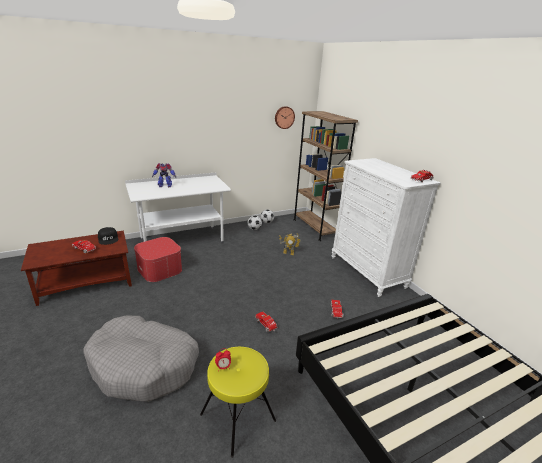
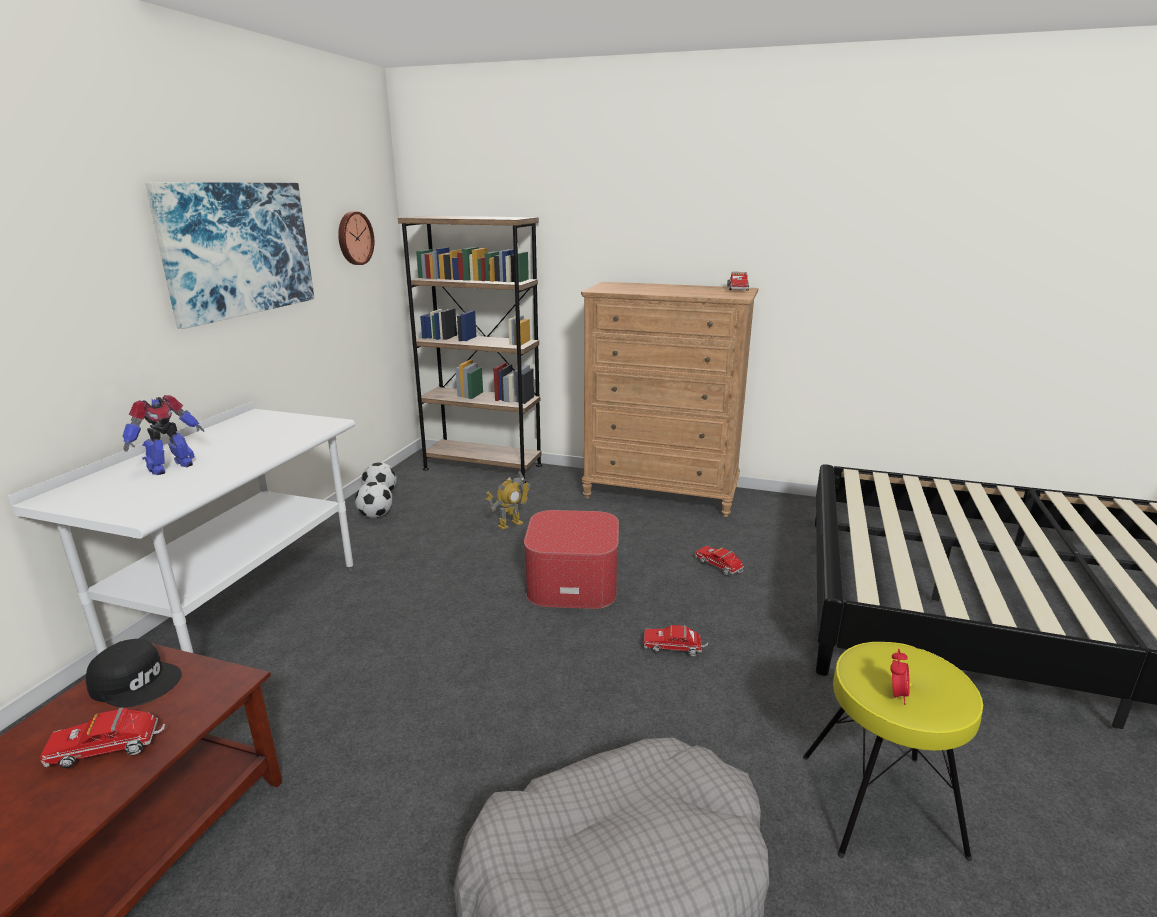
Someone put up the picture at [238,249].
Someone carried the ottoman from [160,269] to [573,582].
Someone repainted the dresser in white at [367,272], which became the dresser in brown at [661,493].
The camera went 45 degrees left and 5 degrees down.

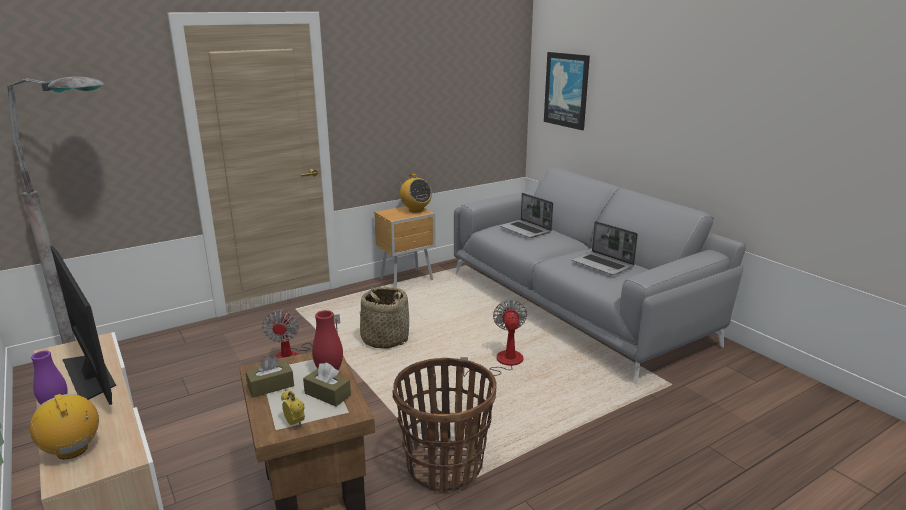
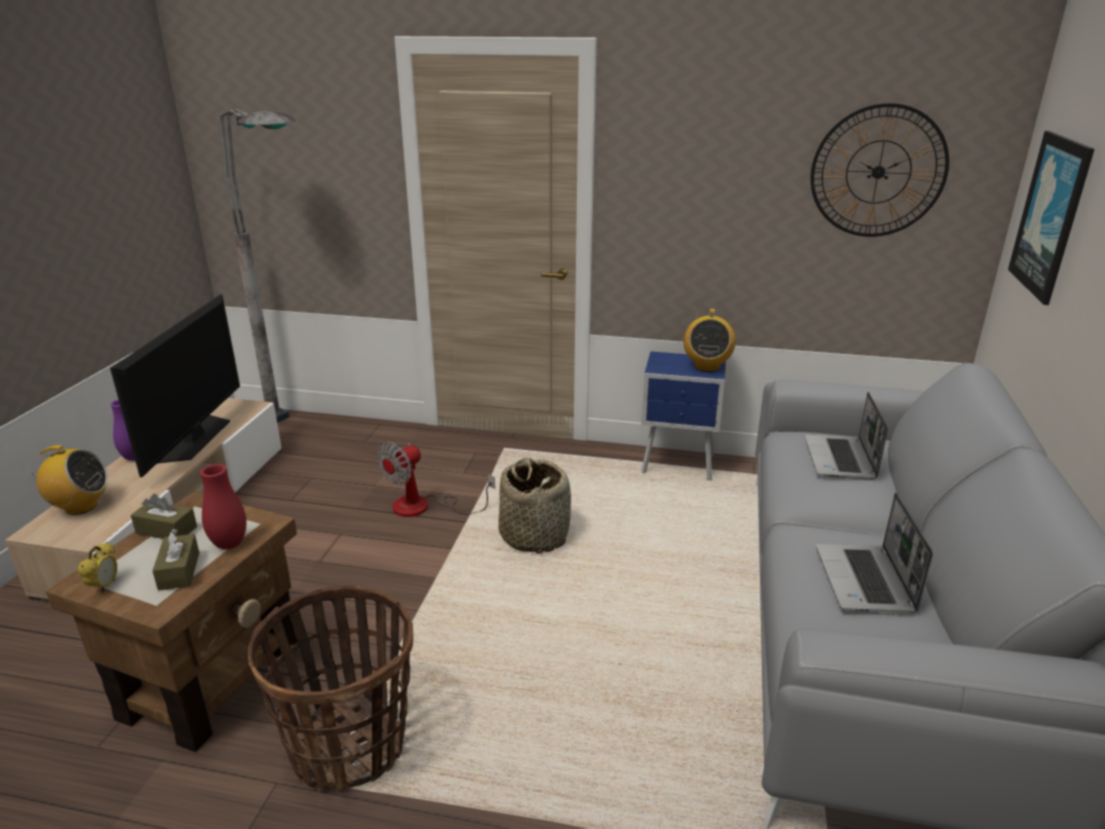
Someone took away the fan at [502,362].
Someone put up the wall clock at [878,172].
Someone repainted the nightstand in brown at [408,279], which became the nightstand in blue at [679,466].
Someone rotated the radio at [72,450] by 90 degrees clockwise.
The camera went 45 degrees right and 5 degrees up.

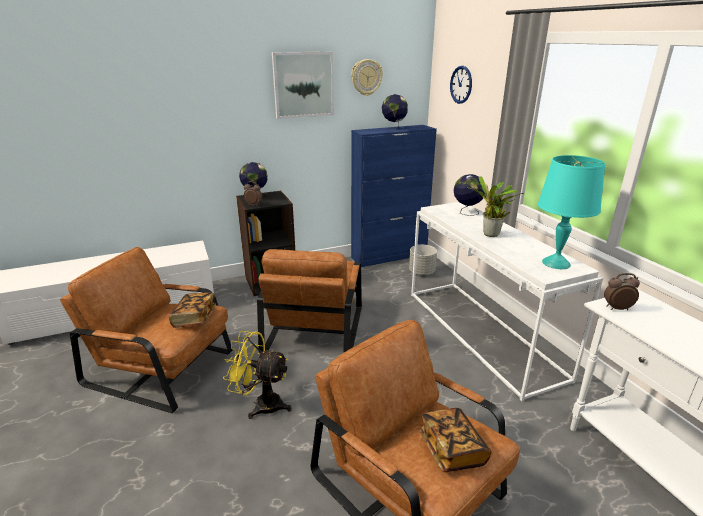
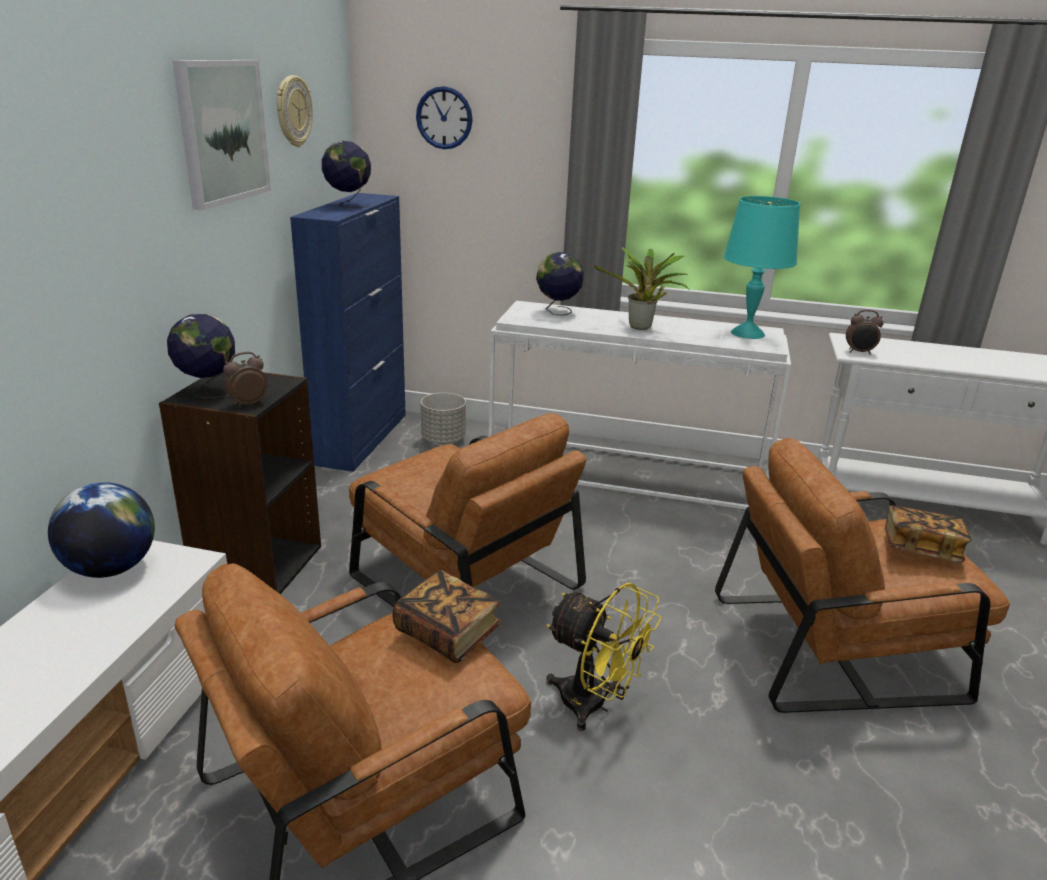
Someone put down the globe at [111,568].
Someone rotated the fan in yellow at [261,404] by 105 degrees counterclockwise.
Someone rotated the alarm clock at [616,308] by 120 degrees counterclockwise.
The camera went 55 degrees left and 0 degrees up.

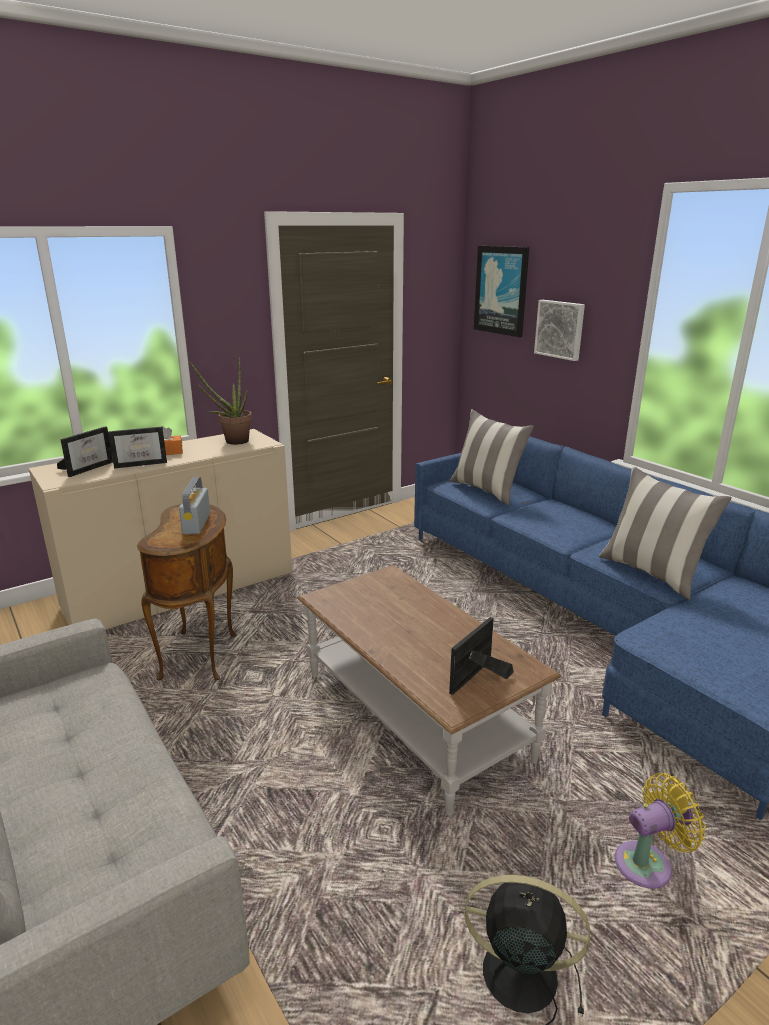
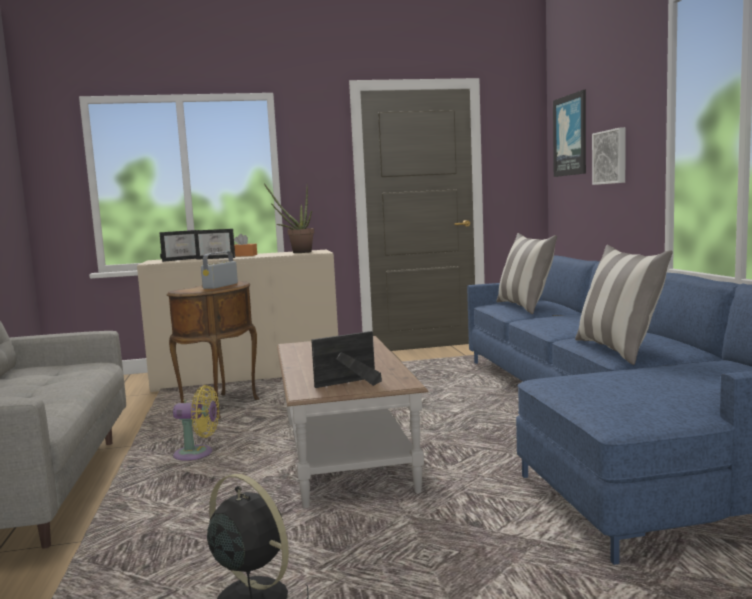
Someone carried the fan in yellow from [648,863] to [197,454].
The camera went 25 degrees right and 15 degrees down.

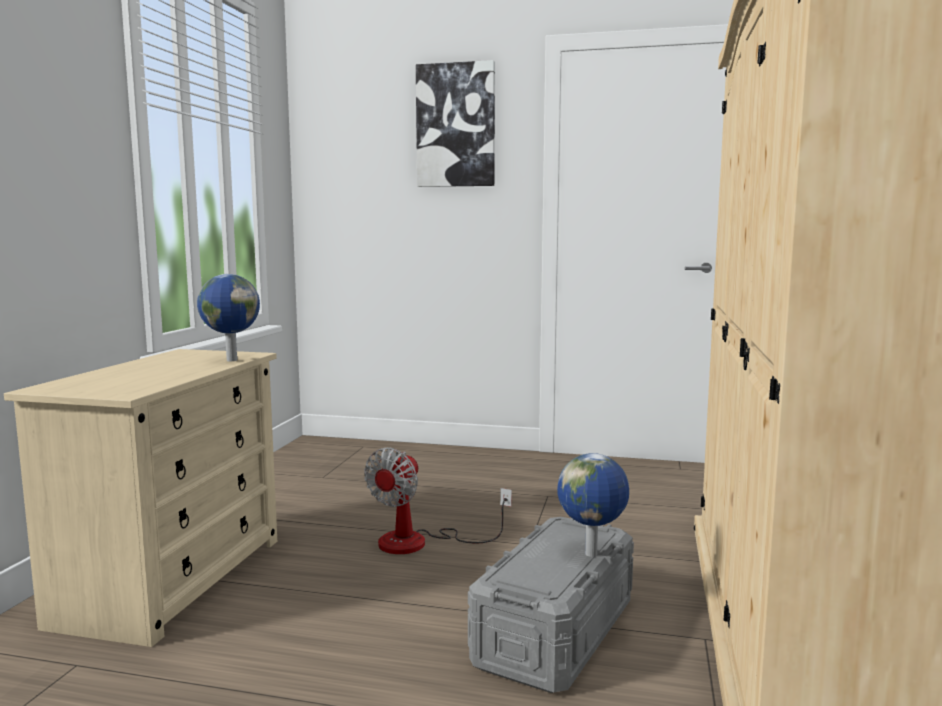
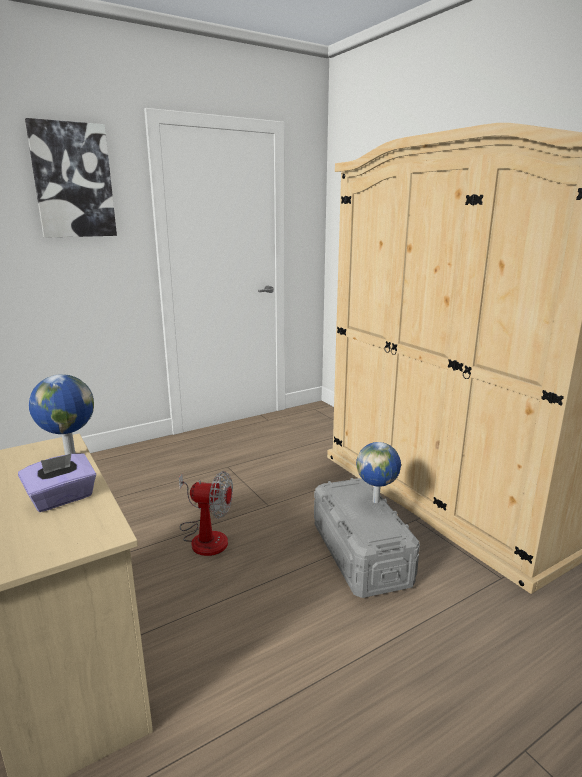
Someone put down the tissue box in purple at [62,498].
Someone rotated the fan at [420,542] by 60 degrees counterclockwise.
The camera went 45 degrees left and 10 degrees up.

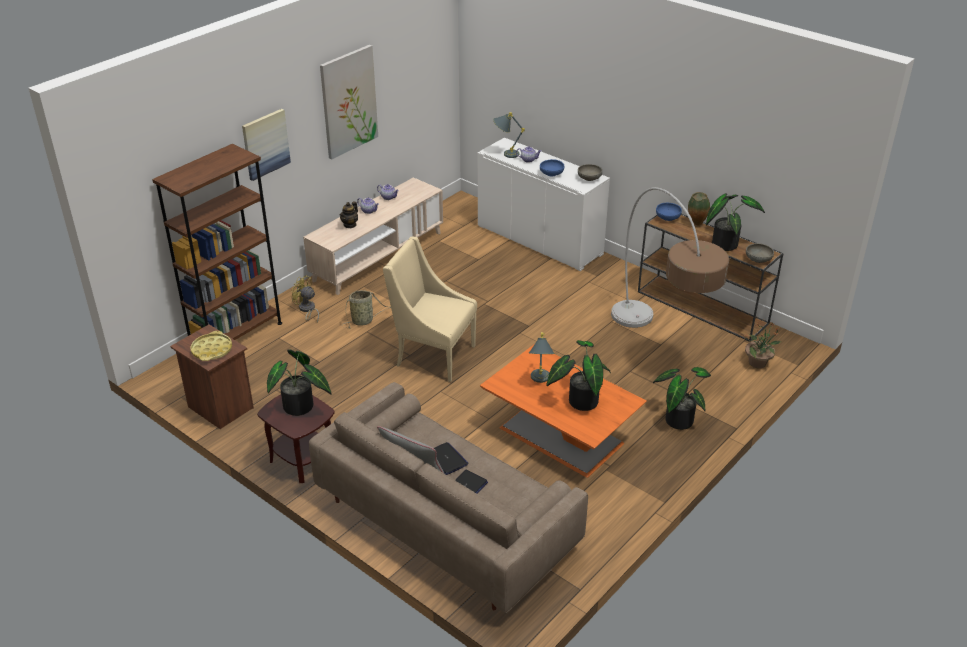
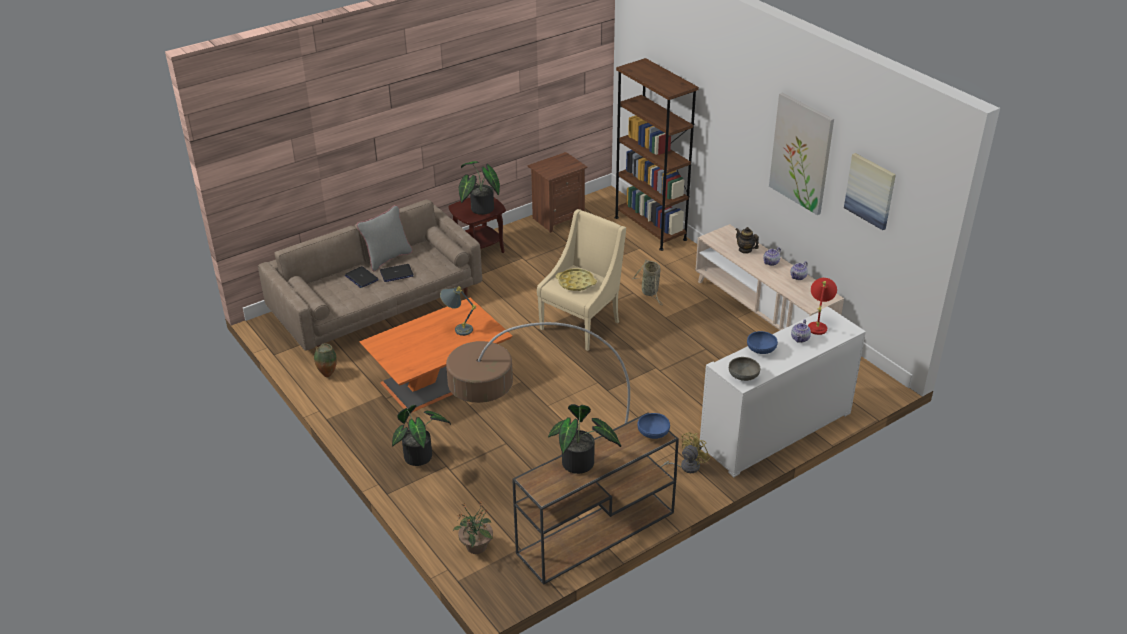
Someone took away the potted plant at [579,401].
Someone took away the bowl in grey at [758,259].
Someone carried the tray in yellow from [212,350] to [576,283].
Someone carried the picture from [265,144] to [870,191].
Someone carried the fan in yellow from [307,310] to [685,466].
Someone carried the vase from [696,224] to [327,374].
Someone repainted the table lamp in grey at [505,154], which became the table lamp in red at [818,324].
The camera went 105 degrees right and 0 degrees up.

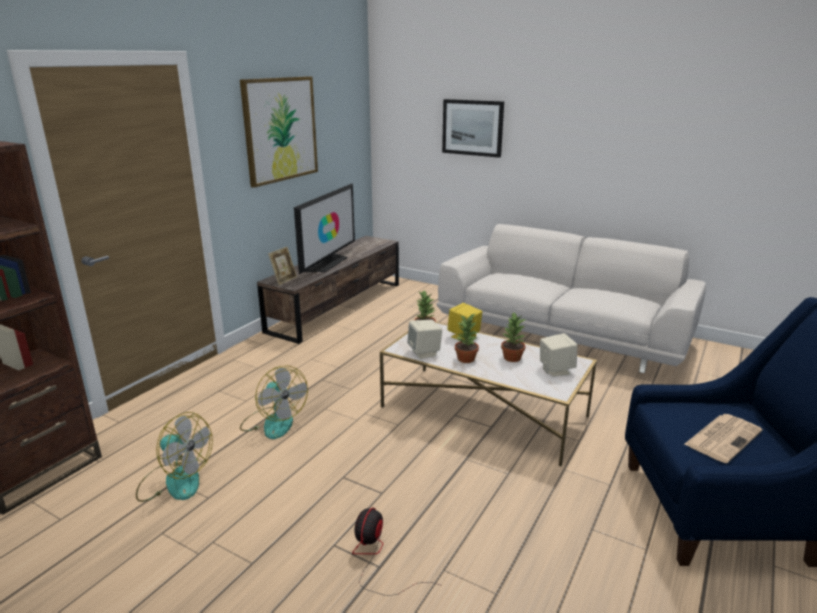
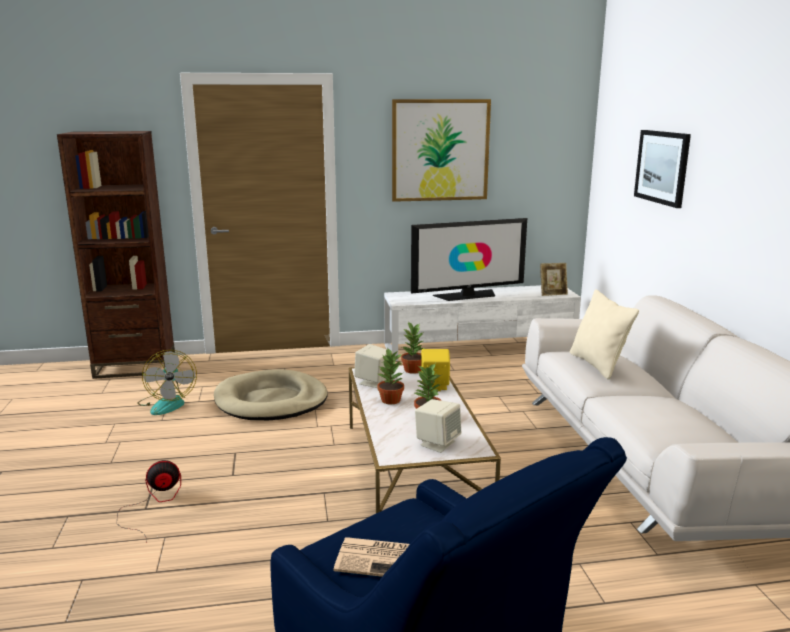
Someone put down the pillow in beige at [598,365].
Someone carried the picture frame from [284,280] to [553,294].
Someone swapped the fan at [273,422] for the dog bed in beige at [271,401].
Someone repainted the tv stand in brown at [337,306], which became the tv stand in white at [480,347].
The camera went 50 degrees right and 5 degrees down.

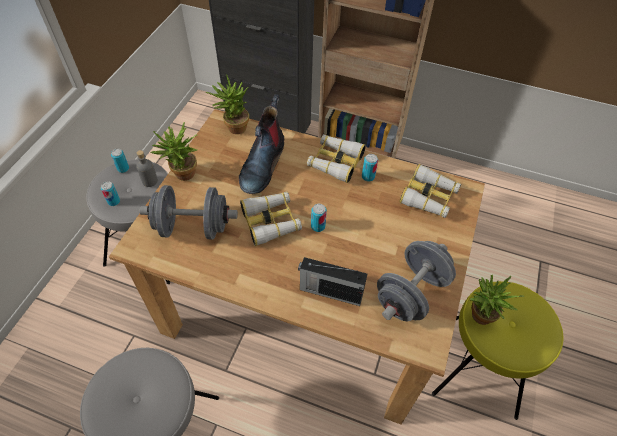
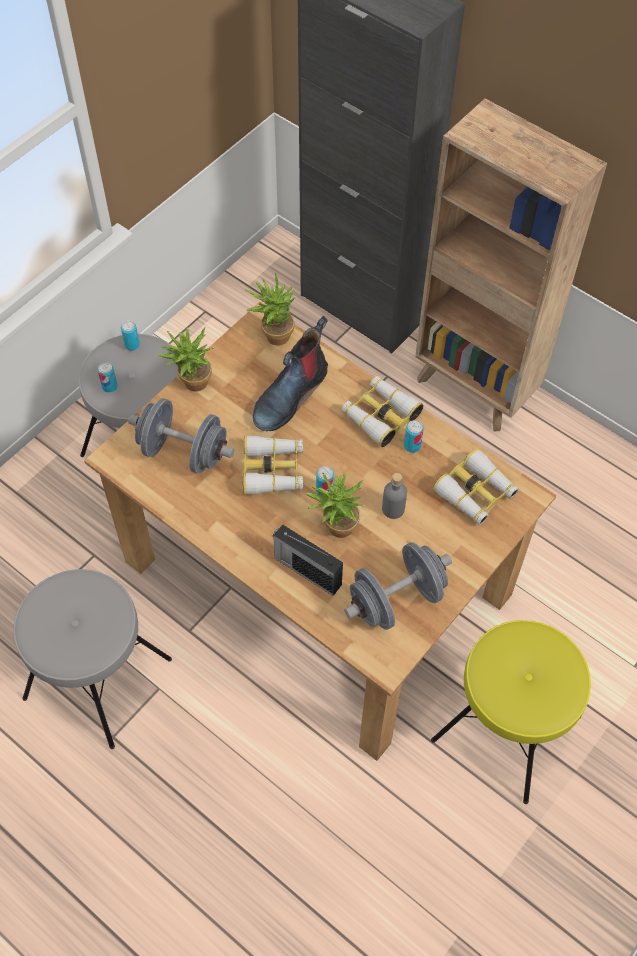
Someone carried the bottle in grey from [150,181] to [393,509].
Someone carried the potted plant from [479,318] to [335,528].
The camera went 20 degrees right and 5 degrees up.

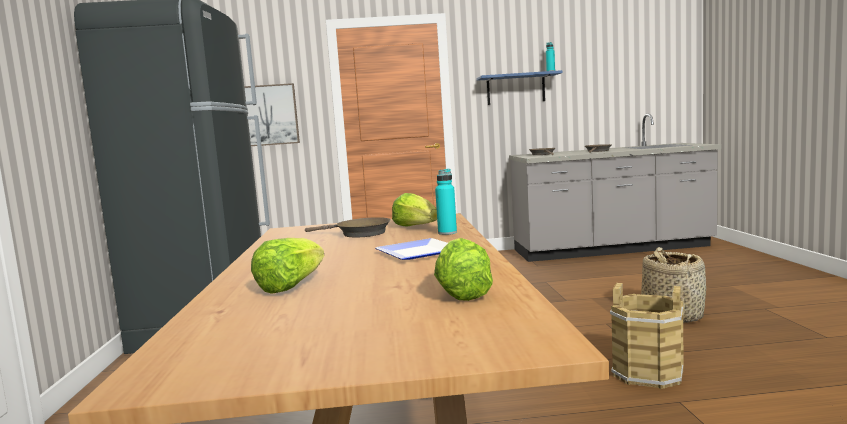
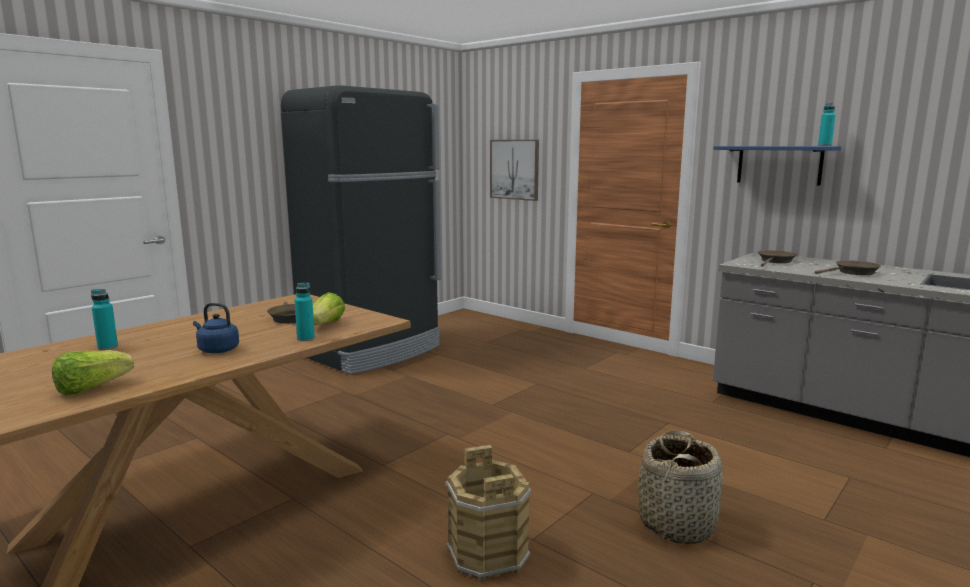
Someone swapped the lettuce at [290,286] for the bottle in turquoise at [108,347].
Someone swapped the plate at [417,253] for the kettle in blue at [217,350].
The camera went 45 degrees right and 5 degrees up.

